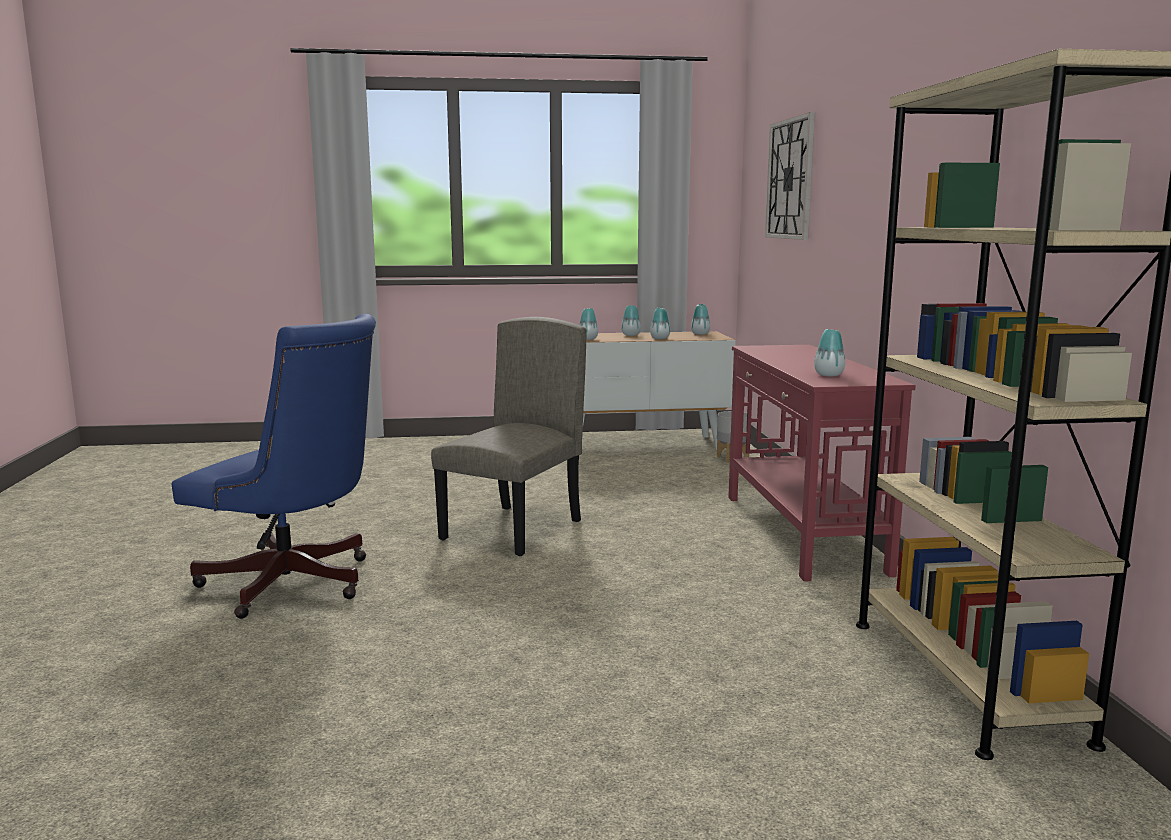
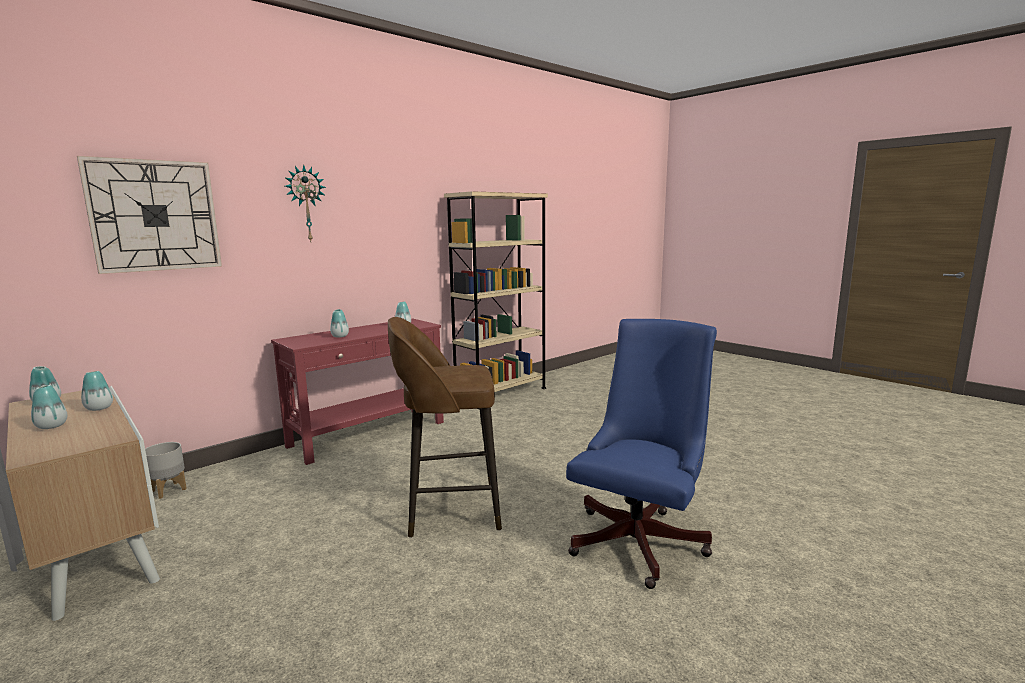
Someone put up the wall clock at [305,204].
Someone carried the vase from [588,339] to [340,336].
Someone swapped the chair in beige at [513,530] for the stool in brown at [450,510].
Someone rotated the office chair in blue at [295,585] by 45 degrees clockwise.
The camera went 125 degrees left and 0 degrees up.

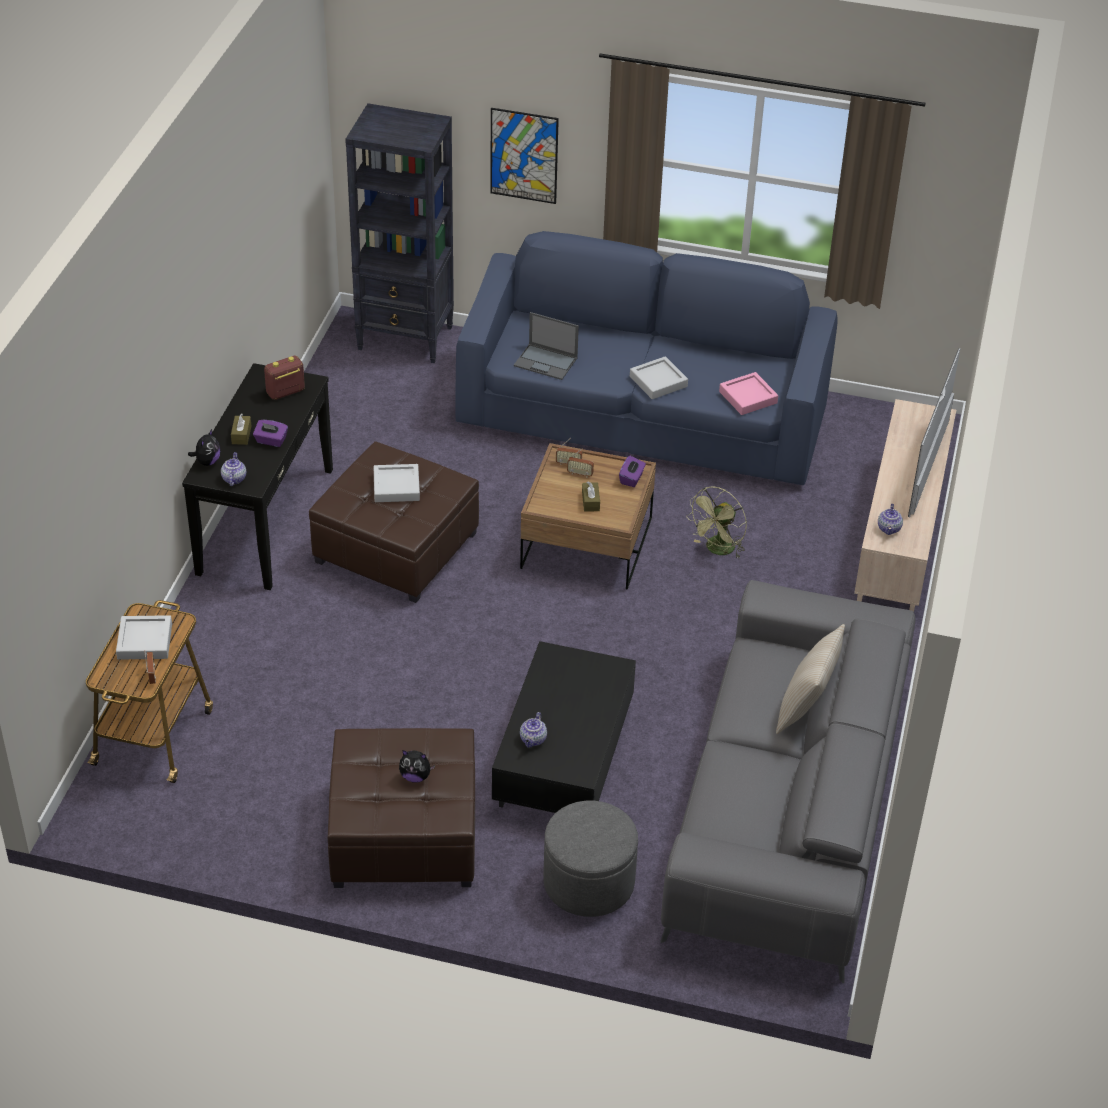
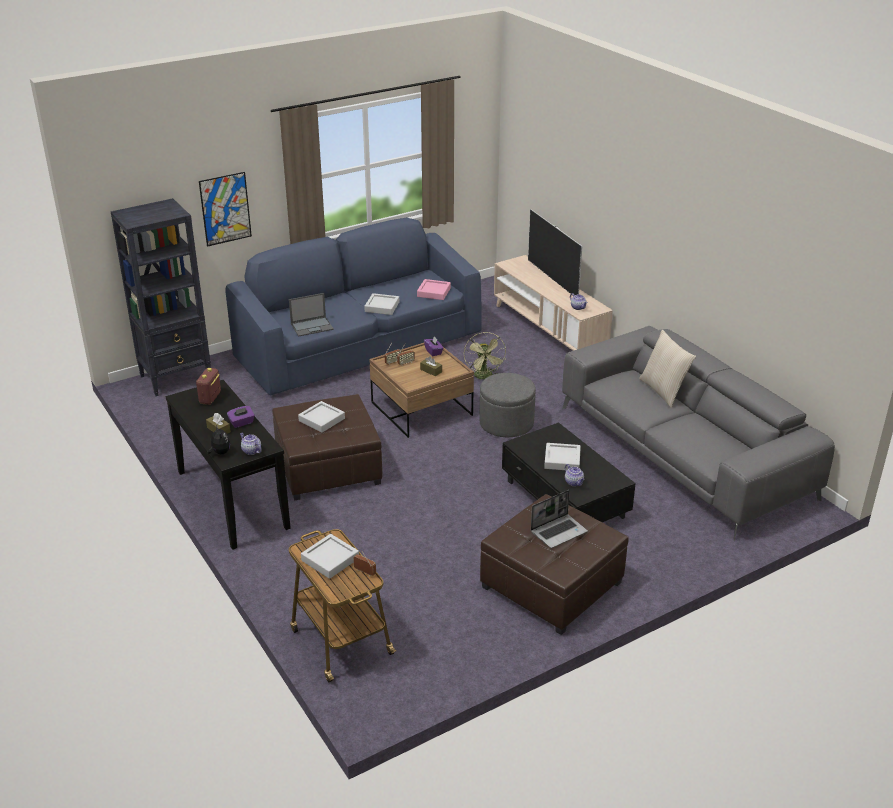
Someone put down the tray in grey at [562,460].
Someone carried the ottoman in grey from [588,882] to [506,423].
Someone swapped the plush toy at [415,776] for the laptop at [559,531].
The camera went 45 degrees left and 10 degrees down.

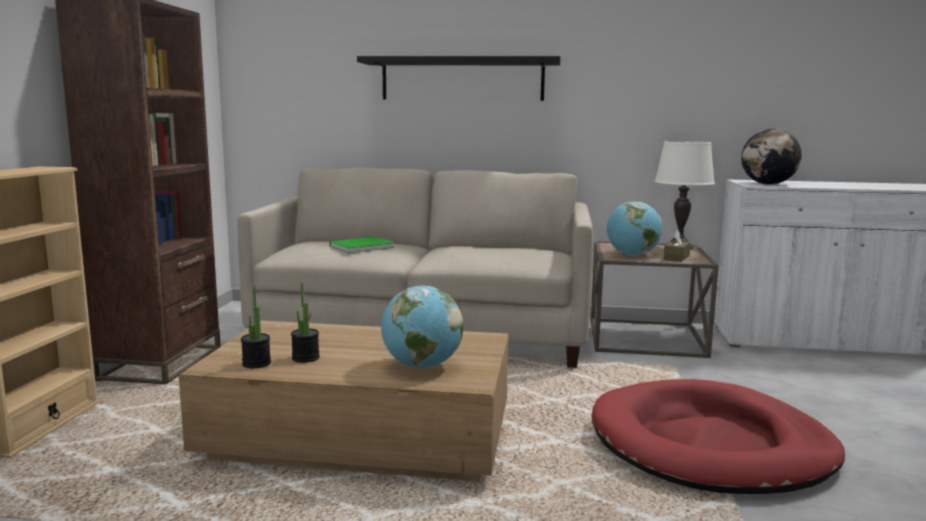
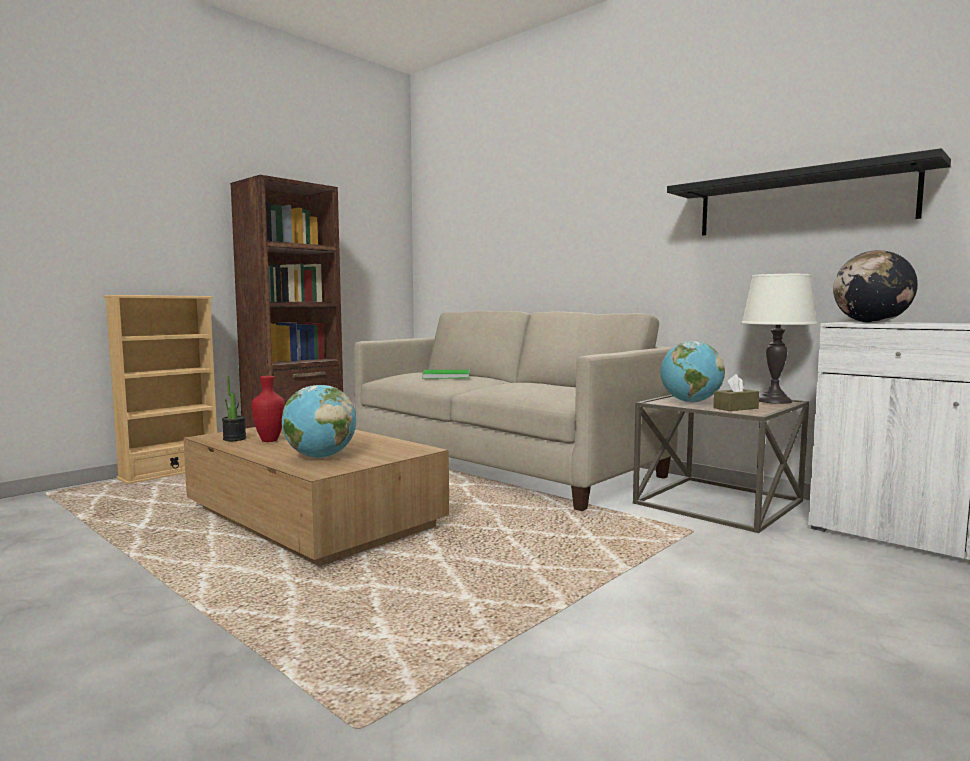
Someone took away the dog bed in red at [711,445].
Someone carried the shelf in black from [462,79] to [801,202].
Someone swapped the potted plant at [305,358] for the vase in red at [268,441].
The camera went 35 degrees right and 5 degrees down.

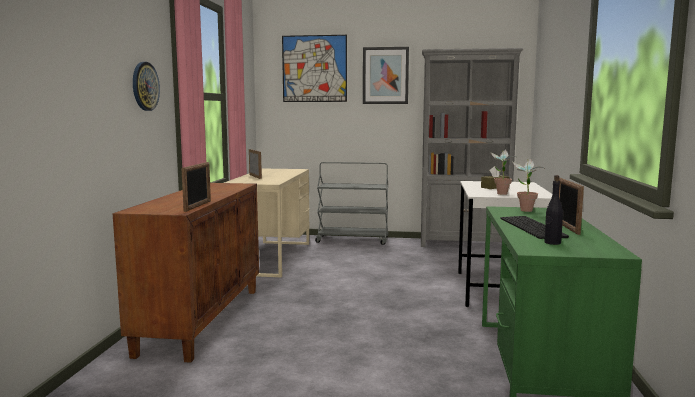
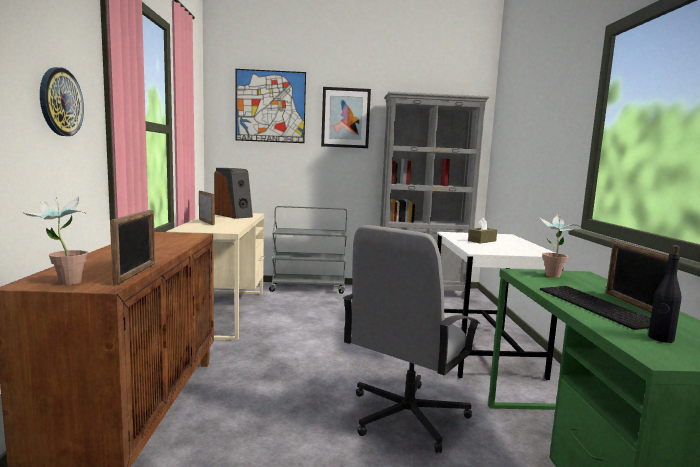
Someone put down the speaker at [234,215].
Someone put down the office chair in grey at [406,416].
Someone carried the potted plant from [501,194] to [63,284].
The camera went 10 degrees left and 0 degrees up.

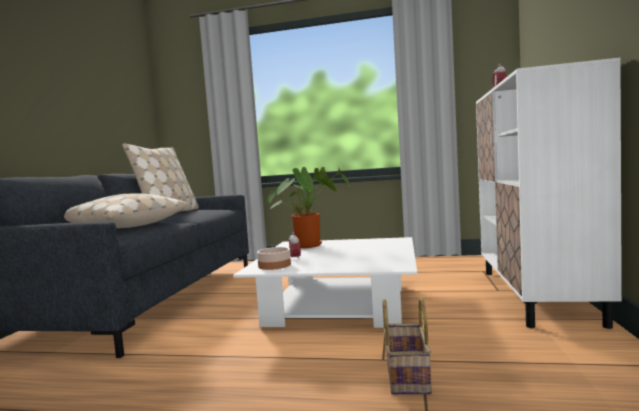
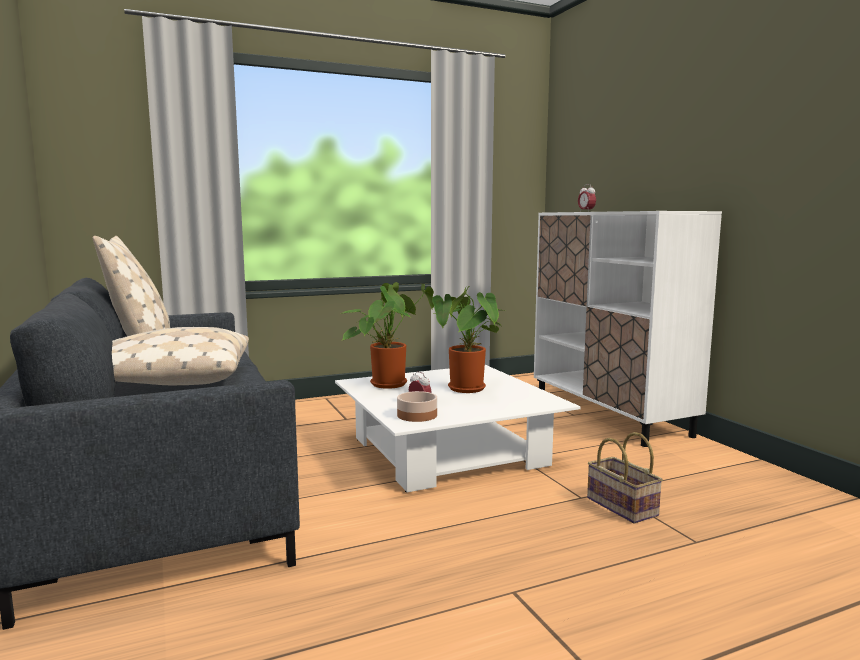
Someone put down the potted plant at [469,390].
The camera went 35 degrees left and 5 degrees up.

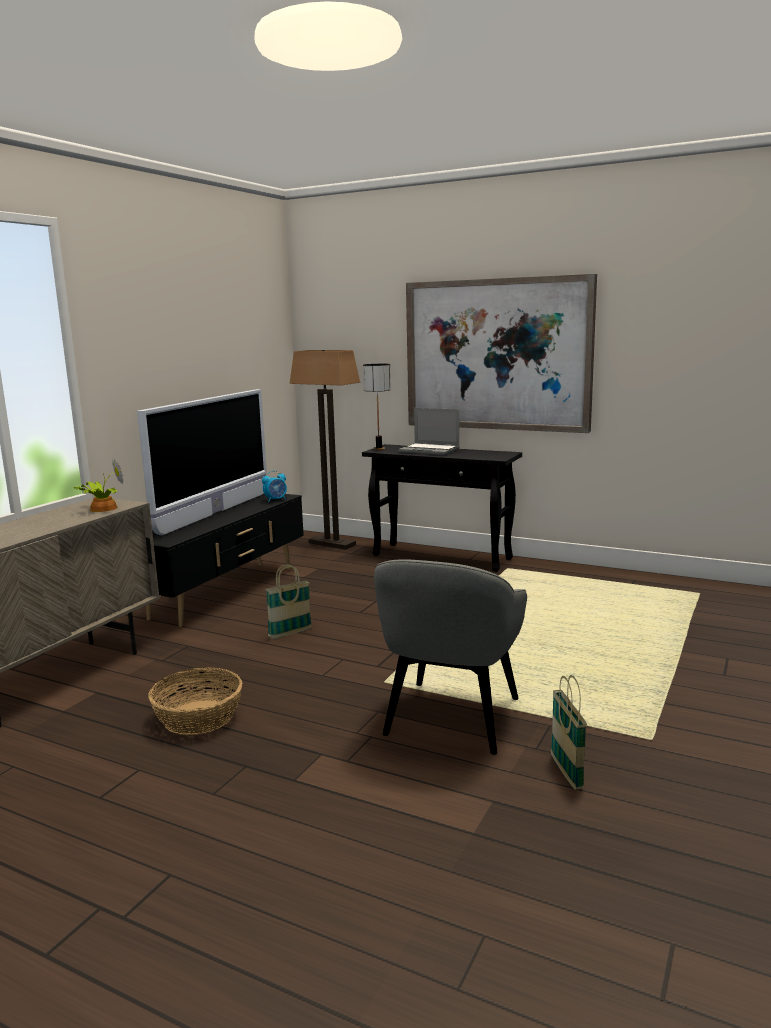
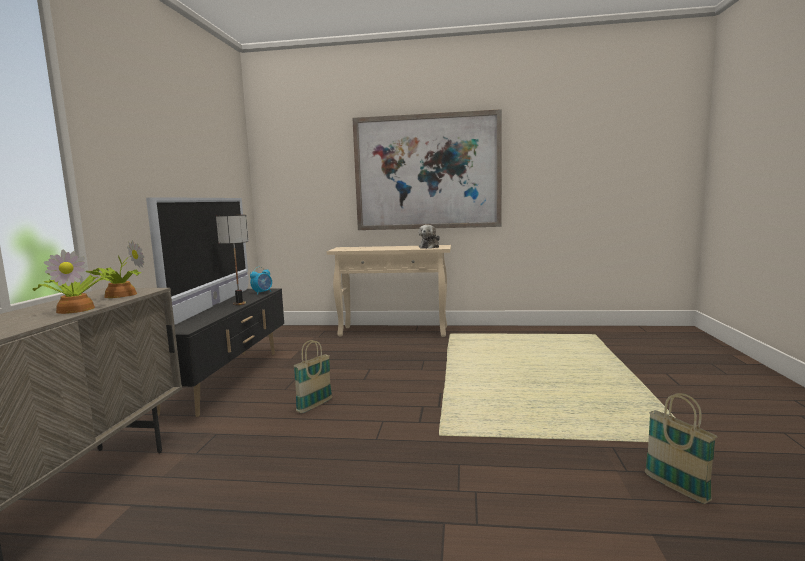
Someone took away the basket at [199,717].
Someone took away the floor lamp at [331,544].
Someone took away the armchair in grey at [451,718].
Someone took away the laptop at [430,450].
Someone put down the potted plant at [77,309].
Someone put down the plush toy at [429,247].
Someone carried the table lamp from [378,449] to [239,304].
Someone repainted the console table in black at [443,557], which became the console table in beige at [394,331].
The camera went 20 degrees left and 5 degrees down.

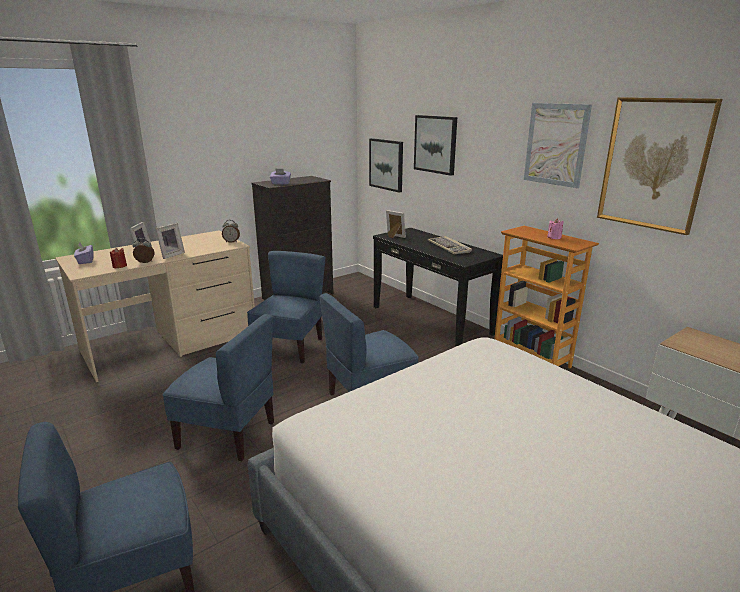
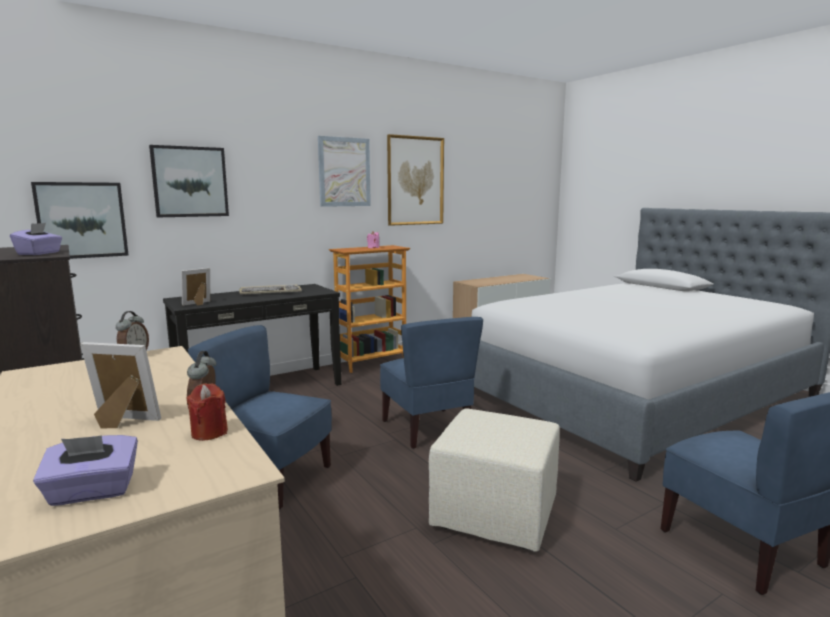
Someone took away the picture frame at [171,255].
Someone swapped the chair in blue at [228,434] for the ottoman in beige at [496,514].
The camera went 85 degrees left and 10 degrees down.

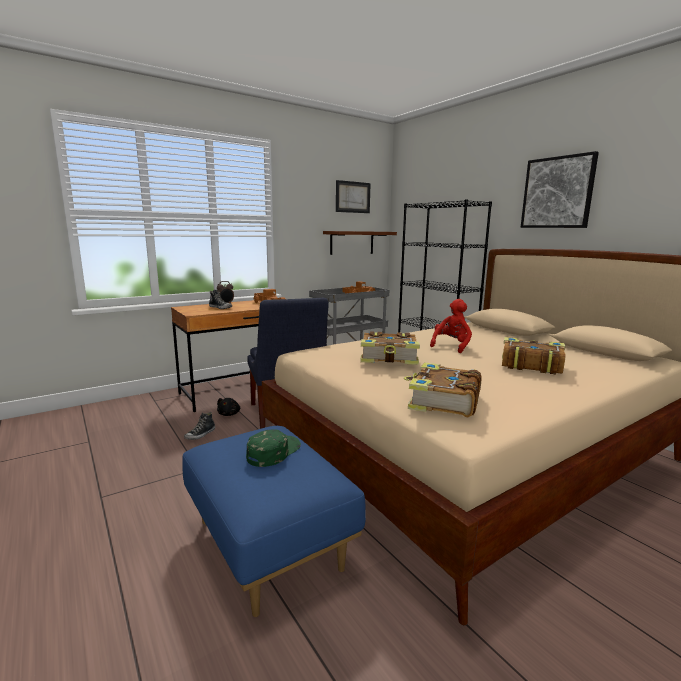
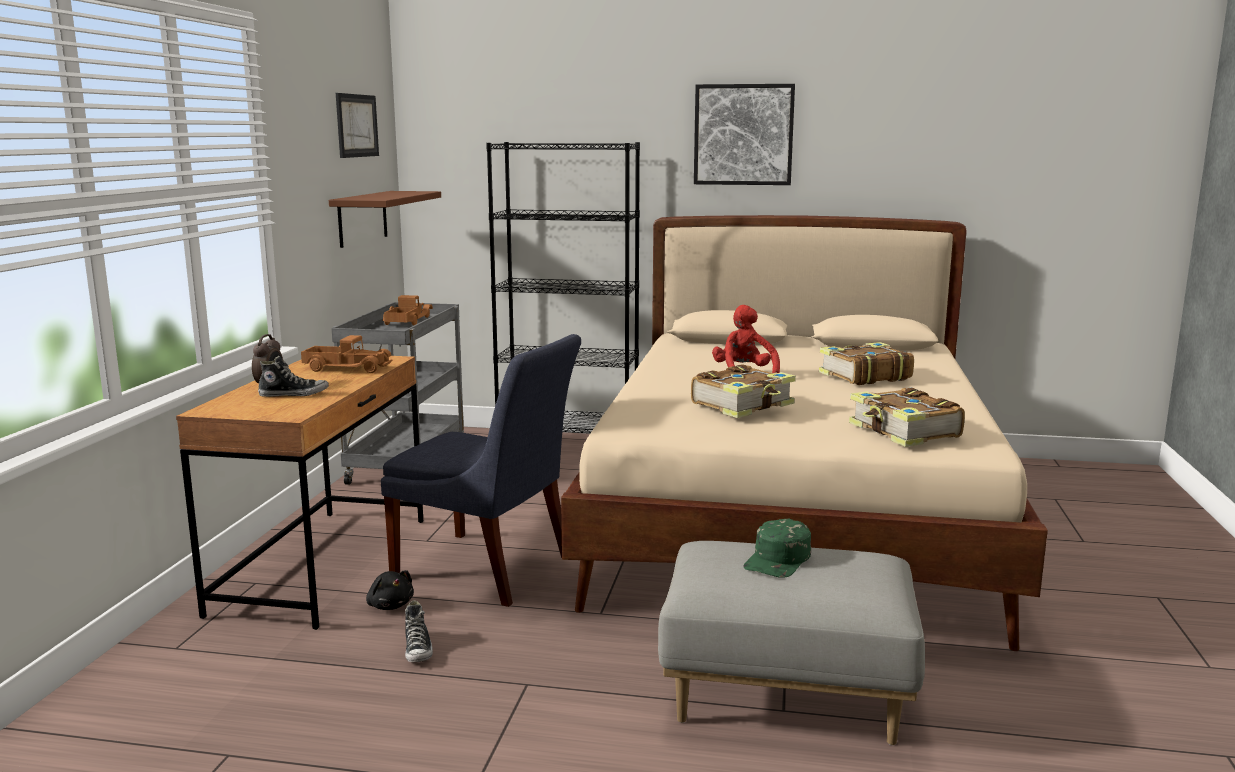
Someone repainted the ottoman in blue at [270,545], which became the ottoman in grey at [787,695].
Someone rotated the cap in green at [273,452] by 135 degrees counterclockwise.
The camera went 45 degrees left and 0 degrees up.

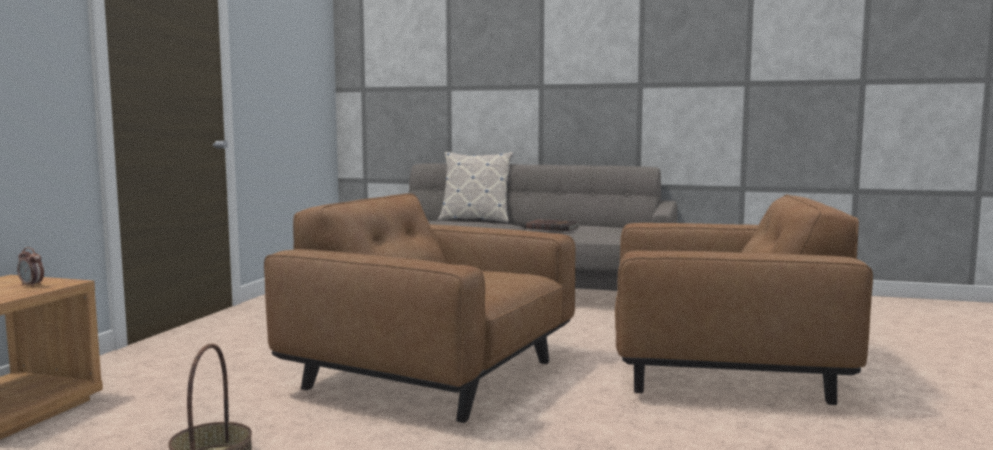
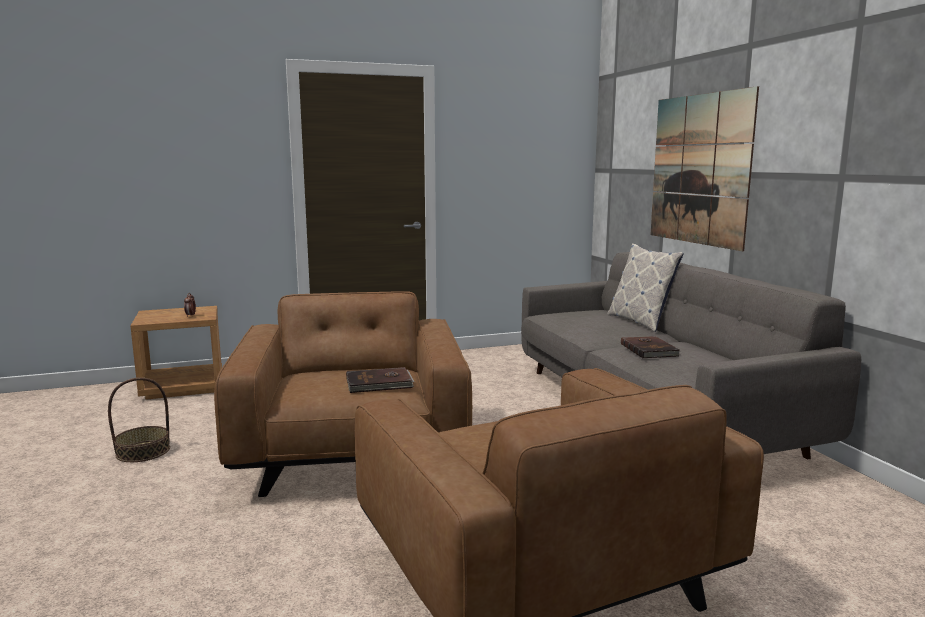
Someone put down the book in brown at [379,383].
Someone put up the picture at [699,169].
The camera went 55 degrees right and 5 degrees up.

